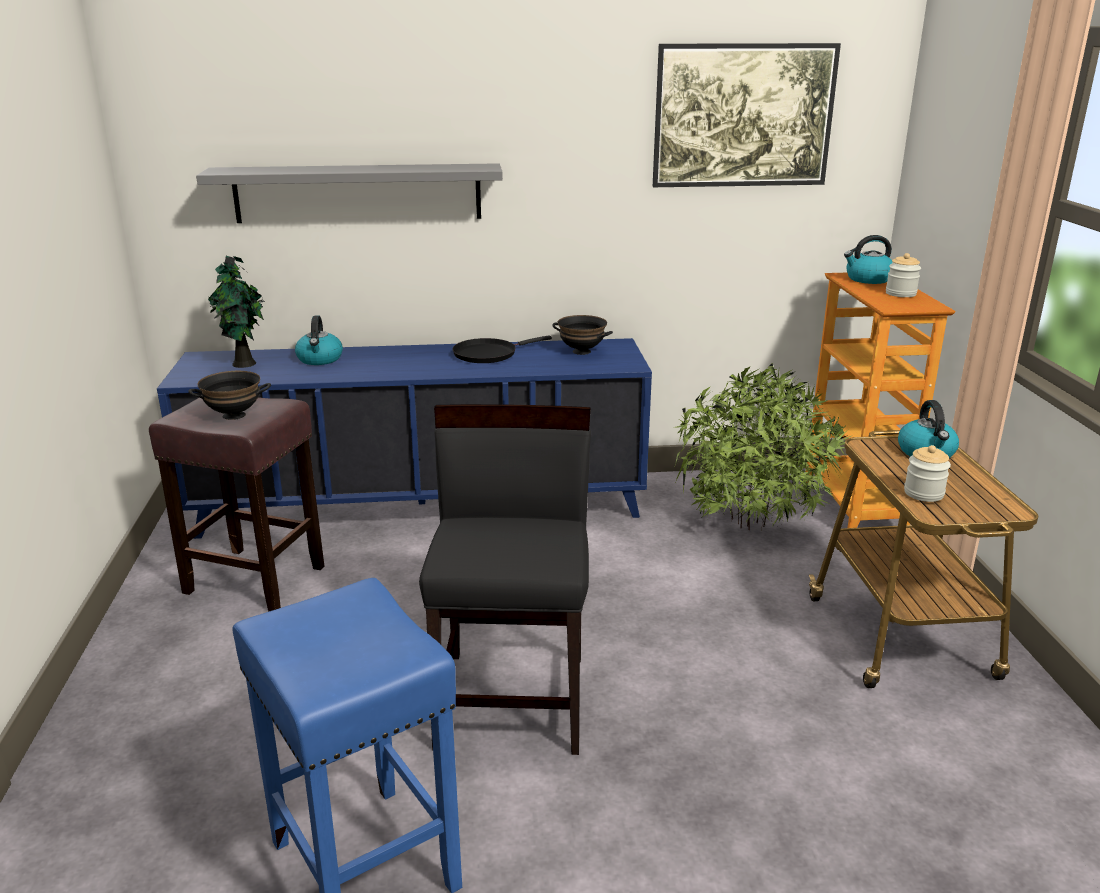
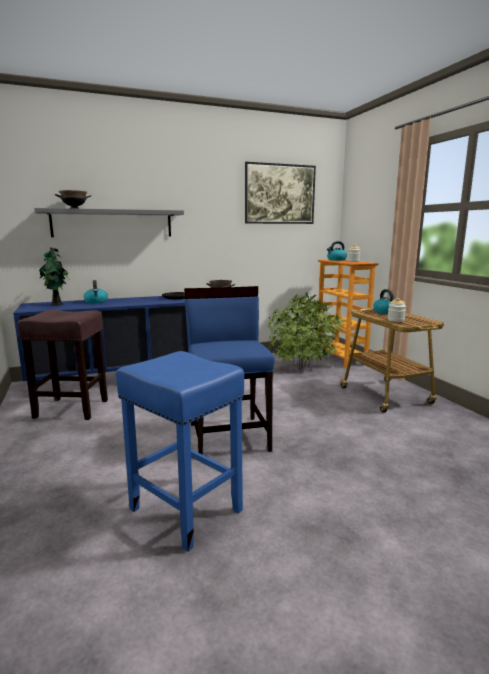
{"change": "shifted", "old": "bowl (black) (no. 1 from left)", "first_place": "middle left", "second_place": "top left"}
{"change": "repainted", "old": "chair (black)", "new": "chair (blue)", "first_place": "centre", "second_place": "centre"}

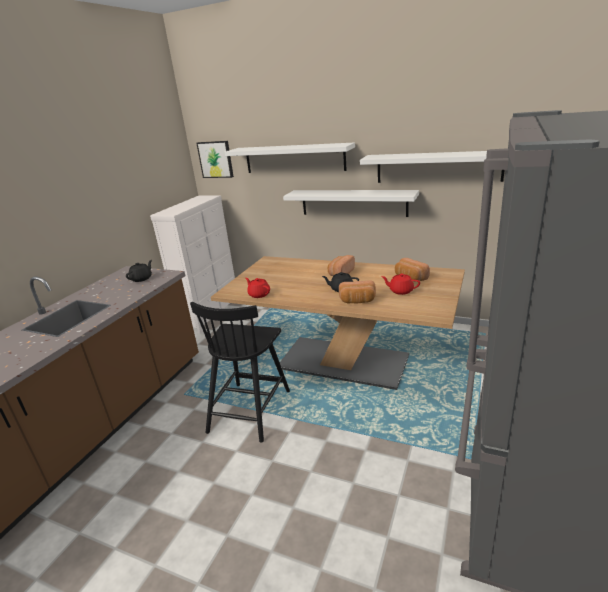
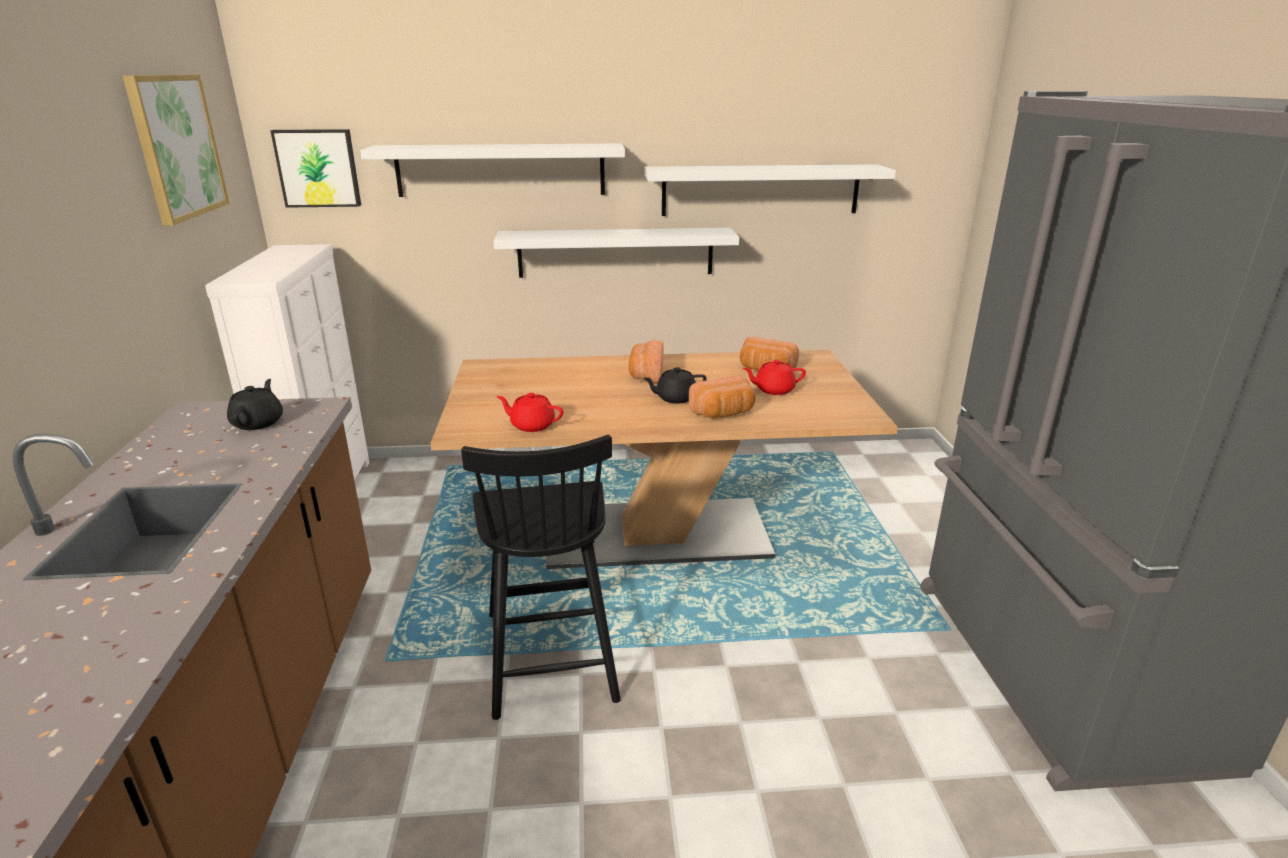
{"change": "new", "new": "picture (no. 1 from left)", "second_place": "top left"}

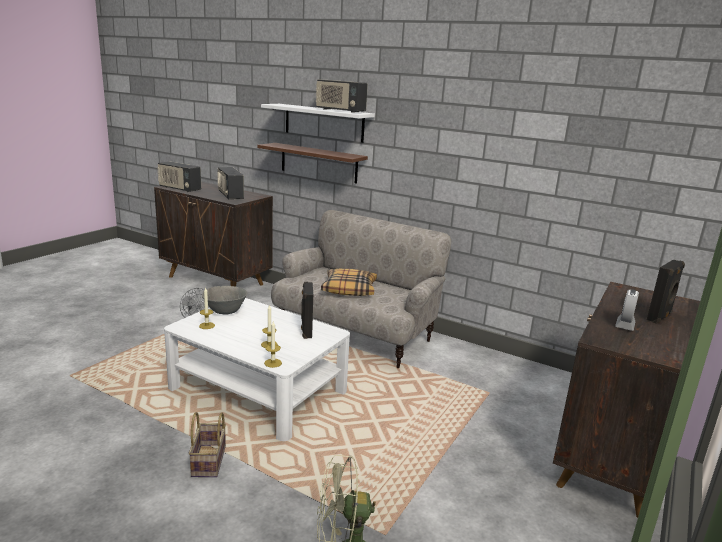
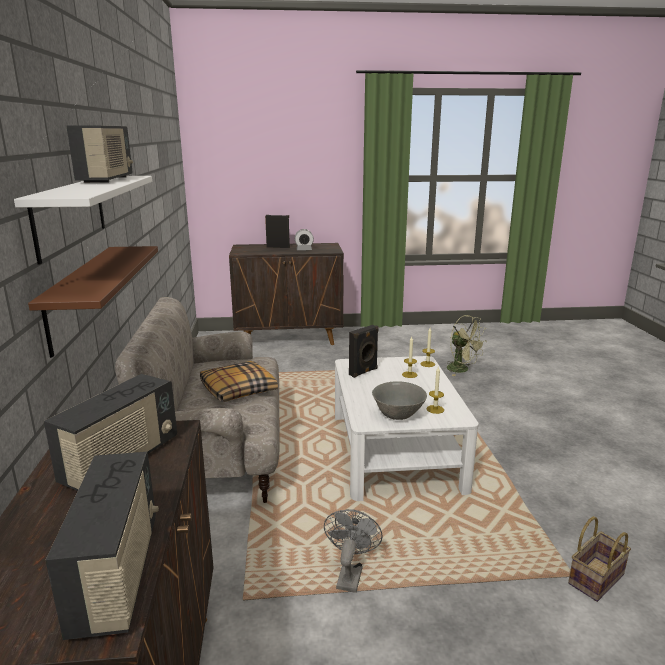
{"change": "shifted", "old": "basket", "first_place": "bottom left", "second_place": "bottom right"}

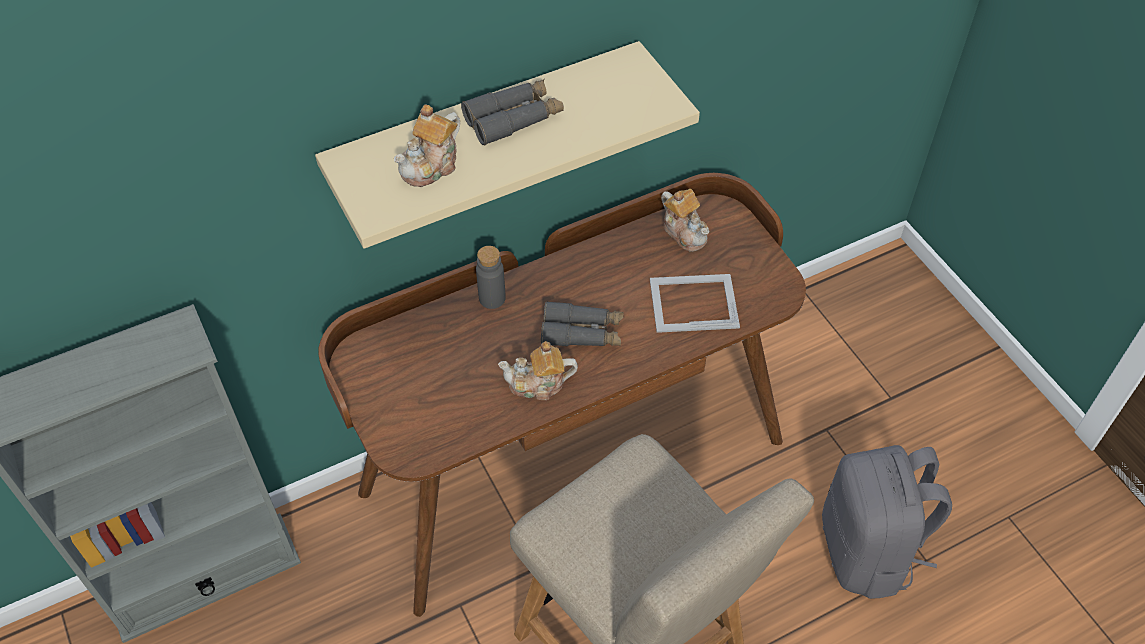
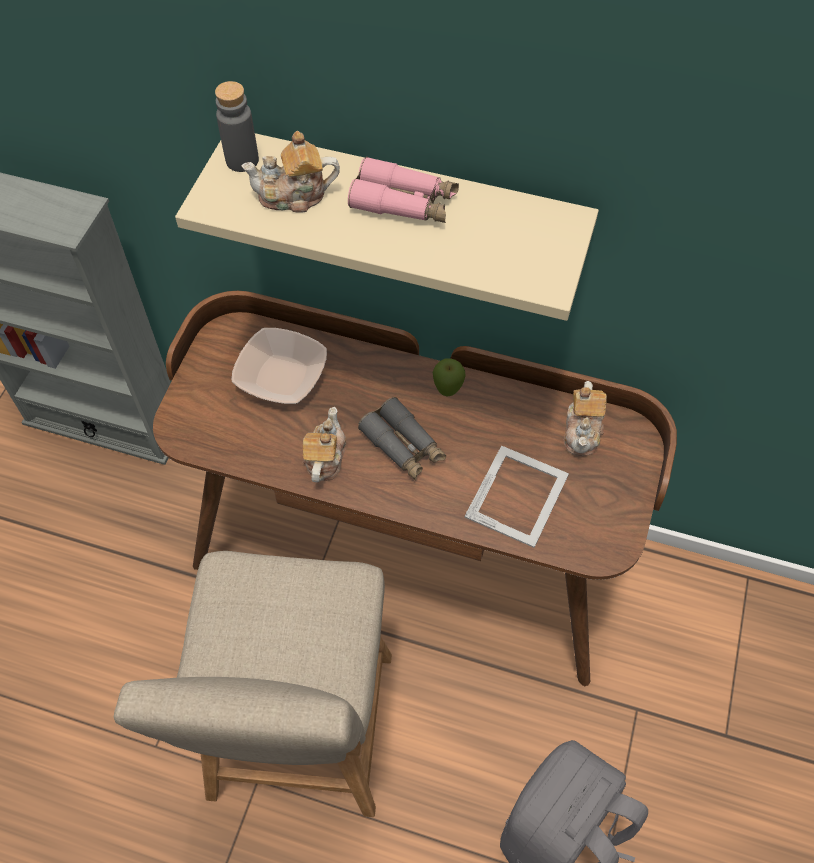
{"change": "repainted", "old": "binoculars (grey) (no. 1 from left)", "new": "binoculars (pink)", "first_place": "top centre", "second_place": "top centre"}
{"change": "shifted", "old": "bottle (grey)", "first_place": "centre", "second_place": "top left"}
{"change": "rotated", "old": "picture frame", "first_place": "centre", "second_place": "centre", "degrees": 75}
{"change": "rotated", "old": "teapot (no. 2 from left)", "first_place": "centre", "second_place": "centre", "degrees": 60}
{"change": "new", "new": "bowl", "second_place": "centre"}
{"change": "new", "new": "apple", "second_place": "centre"}

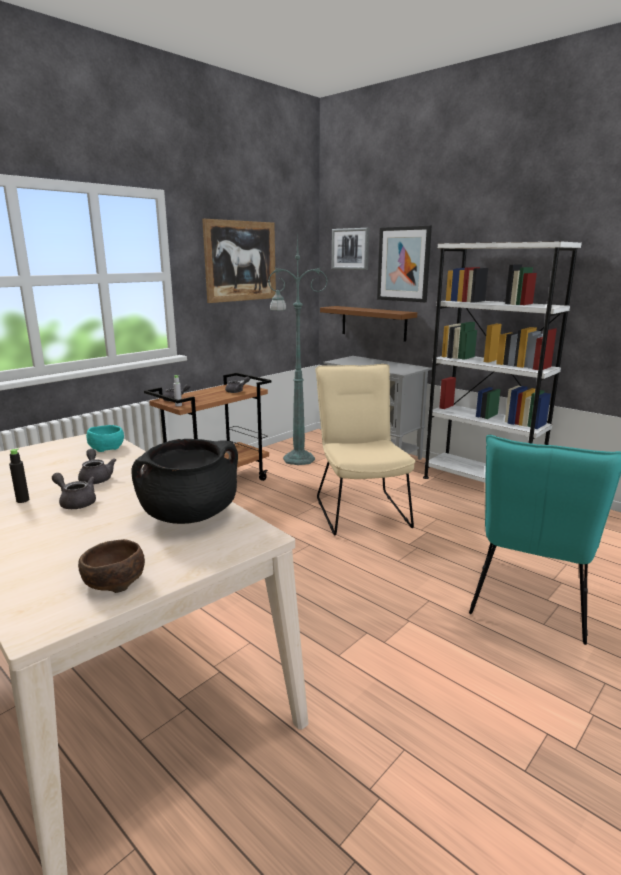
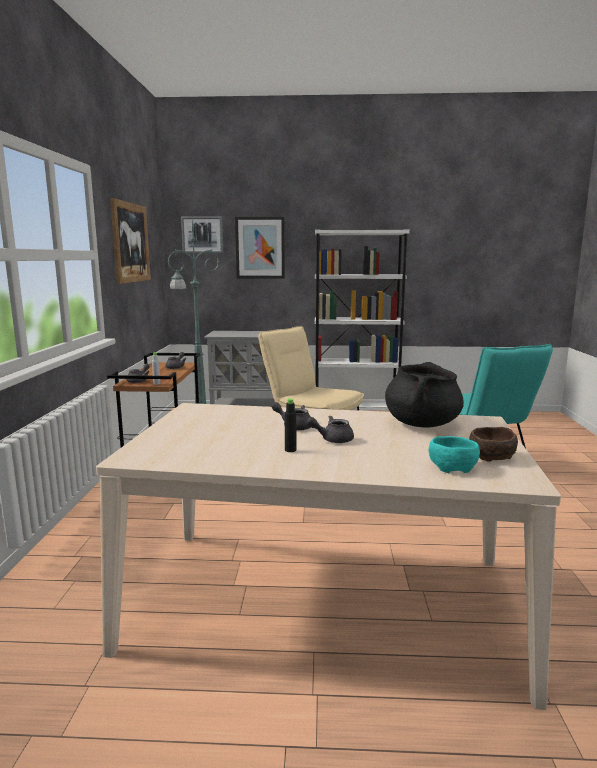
{"change": "gone", "old": "shelf (brown)", "first_place": "centre"}
{"change": "shifted", "old": "bowl (turquoise)", "first_place": "middle left", "second_place": "middle right"}

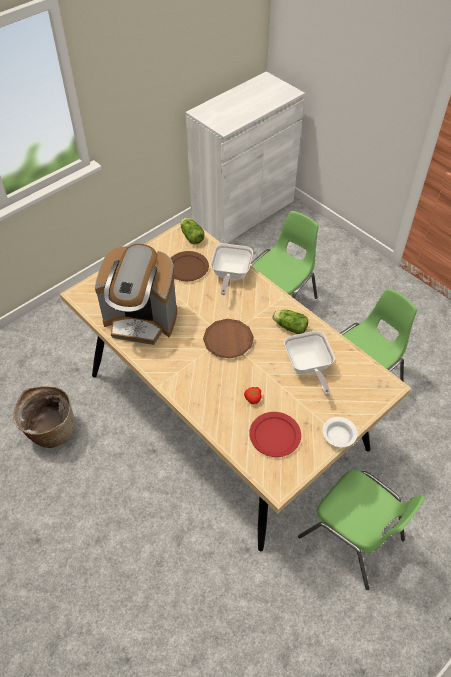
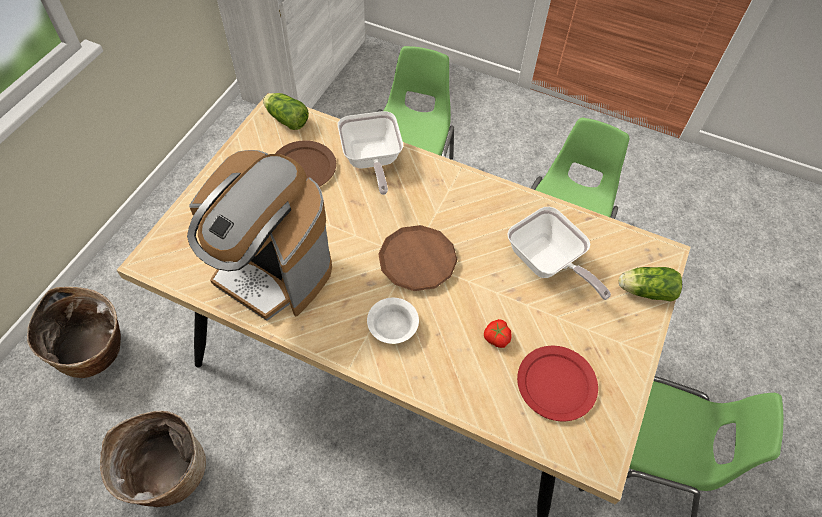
{"change": "rotated", "old": "coffee machine", "first_place": "middle left", "second_place": "middle left", "degrees": 45}
{"change": "shifted", "old": "lettuce (no. 2 from left)", "first_place": "centre", "second_place": "middle right"}
{"change": "shifted", "old": "bowl (white)", "first_place": "middle right", "second_place": "centre"}
{"change": "new", "new": "basket (no. 1 from left)", "second_place": "middle left"}

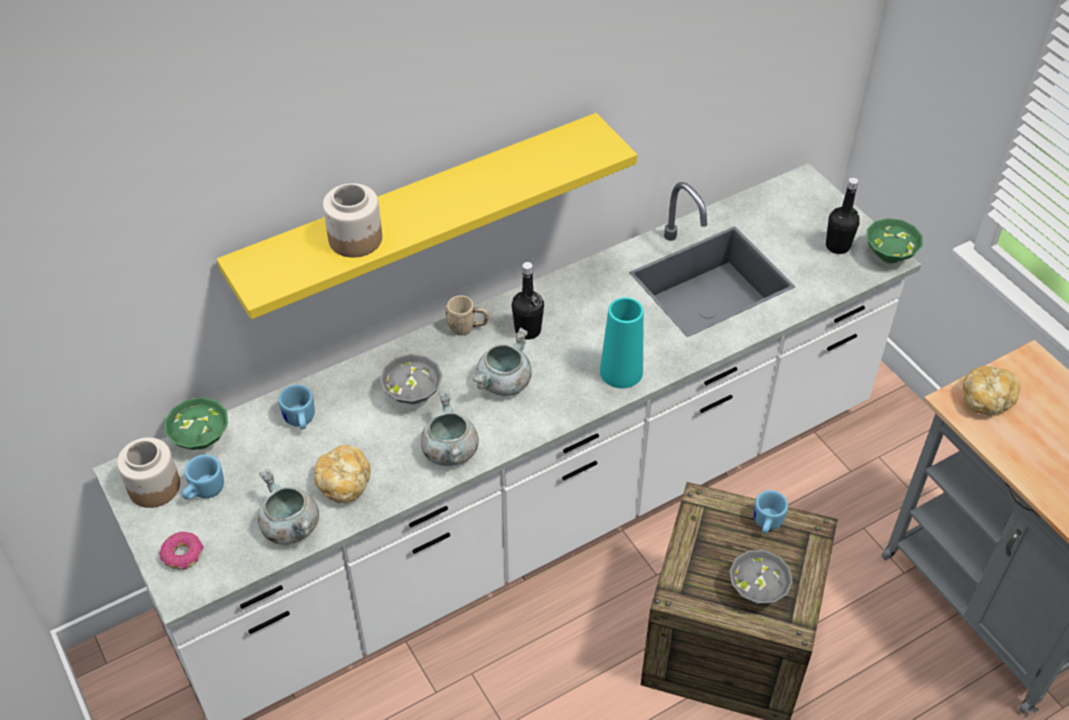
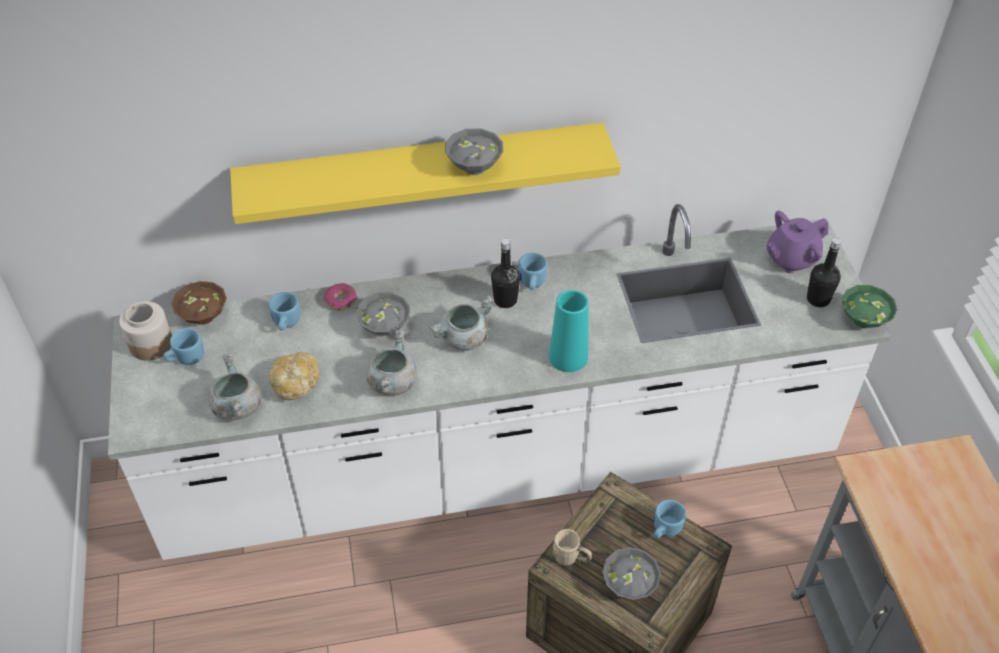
{"change": "gone", "old": "jar (no. 2 from left)", "first_place": "top left"}
{"change": "shifted", "old": "mug (beige)", "first_place": "centre", "second_place": "bottom centre"}
{"change": "gone", "old": "bread (no. 2 from left)", "first_place": "middle right"}
{"change": "repainted", "old": "bowl (green) (no. 1 from left)", "new": "bowl (brown)", "first_place": "middle left", "second_place": "middle left"}
{"change": "shifted", "old": "donut", "first_place": "bottom left", "second_place": "centre"}
{"change": "new", "new": "bowl (grey) (no. 2 from left)", "second_place": "top centre"}
{"change": "new", "new": "teapot (purple)", "second_place": "middle right"}
{"change": "new", "new": "mug (blue) (no. 3 from left)", "second_place": "centre"}

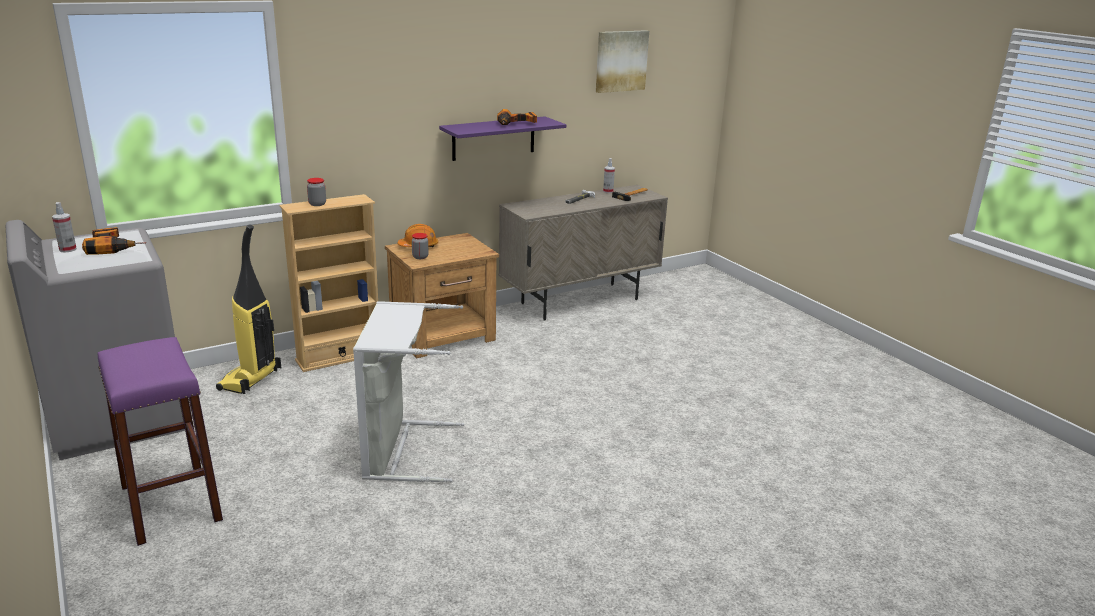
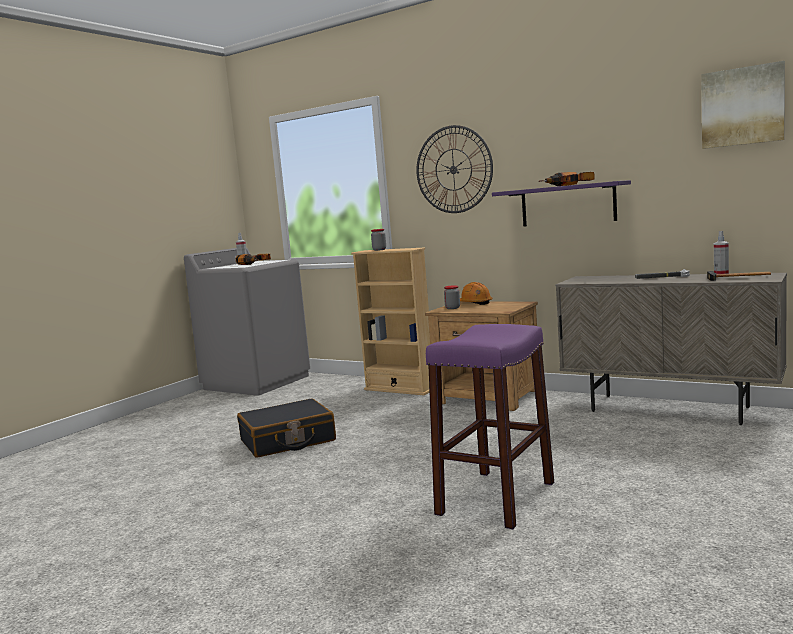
{"change": "gone", "old": "vacuum cleaner", "first_place": "middle left"}
{"change": "swapped", "old": "laundry basket (grey)", "new": "suitcase (black)", "first_place": "centre", "second_place": "bottom centre"}
{"change": "shifted", "old": "stool (purple)", "first_place": "bottom left", "second_place": "bottom centre"}
{"change": "new", "new": "wall clock", "second_place": "top centre"}

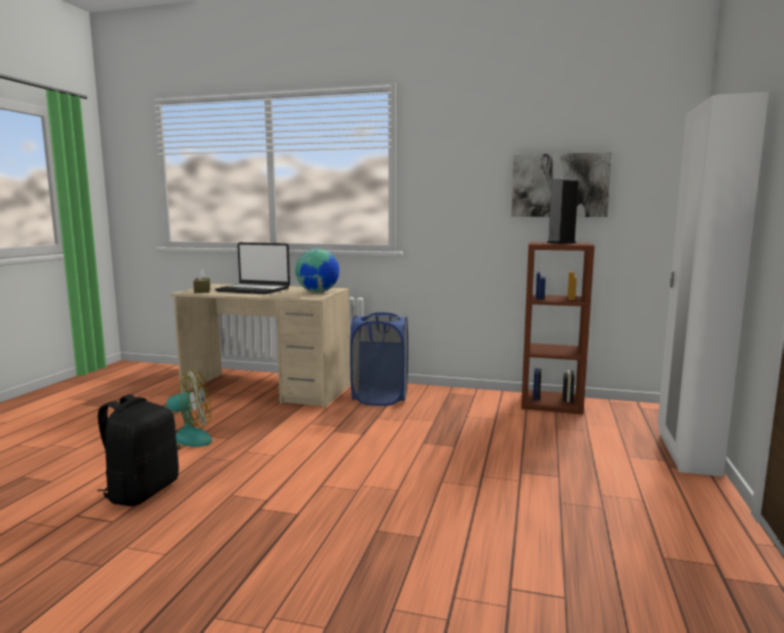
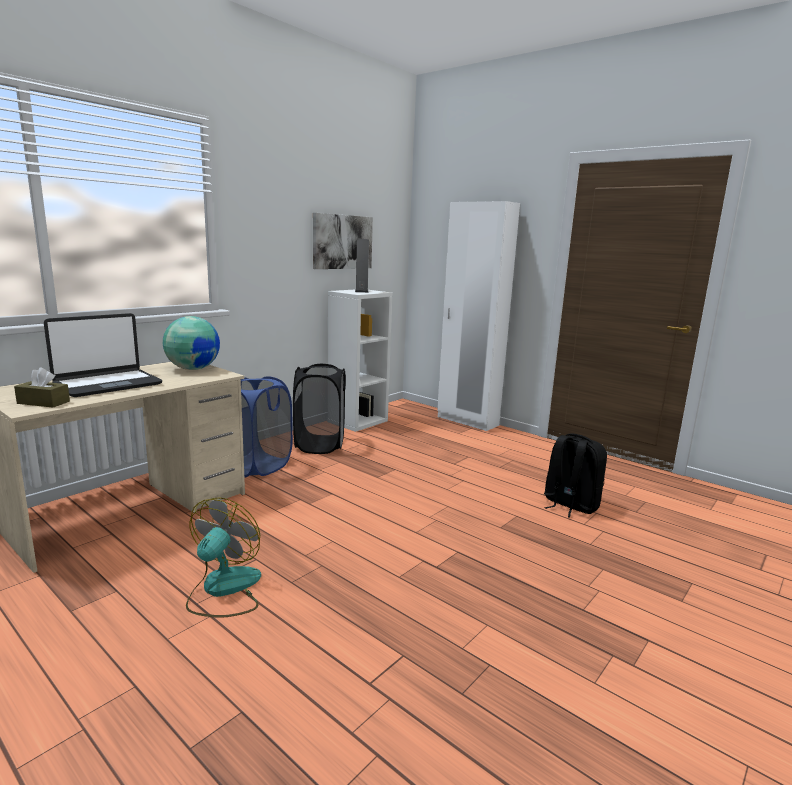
{"change": "repainted", "old": "bookcase (brown)", "new": "bookcase (white)", "first_place": "middle right", "second_place": "centre"}
{"change": "shifted", "old": "backpack (black)", "first_place": "bottom left", "second_place": "middle right"}
{"change": "new", "new": "laundry basket (black)", "second_place": "centre"}

